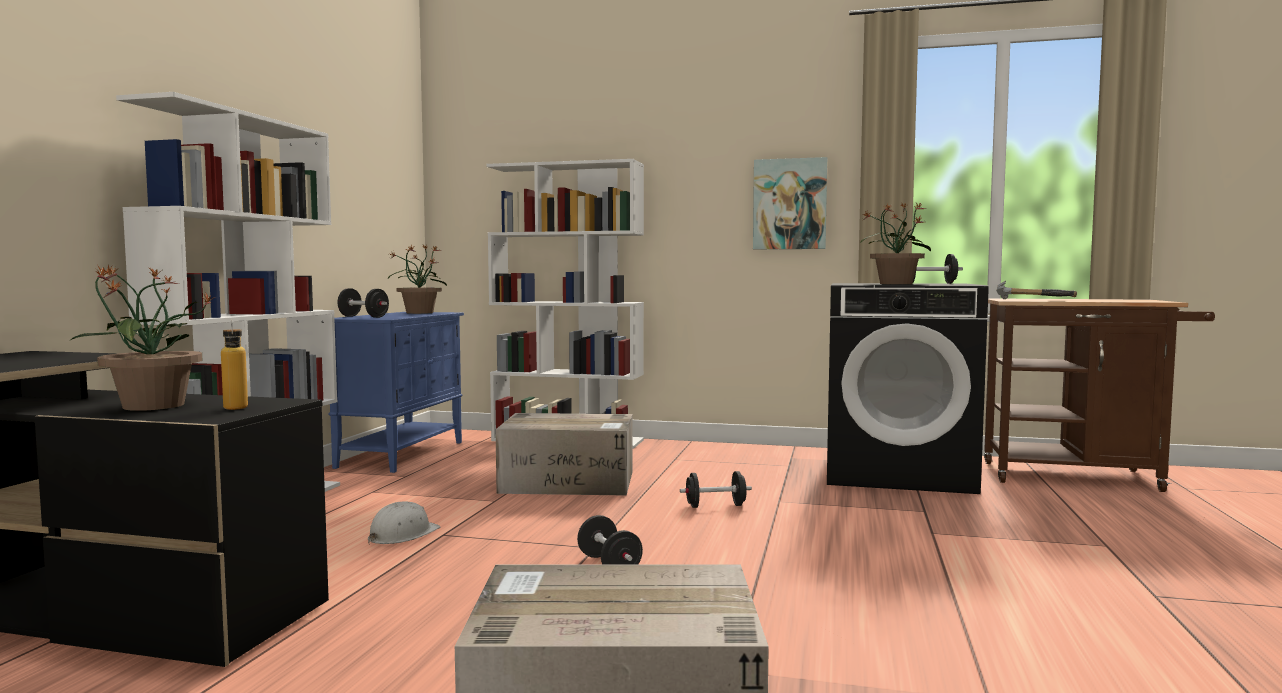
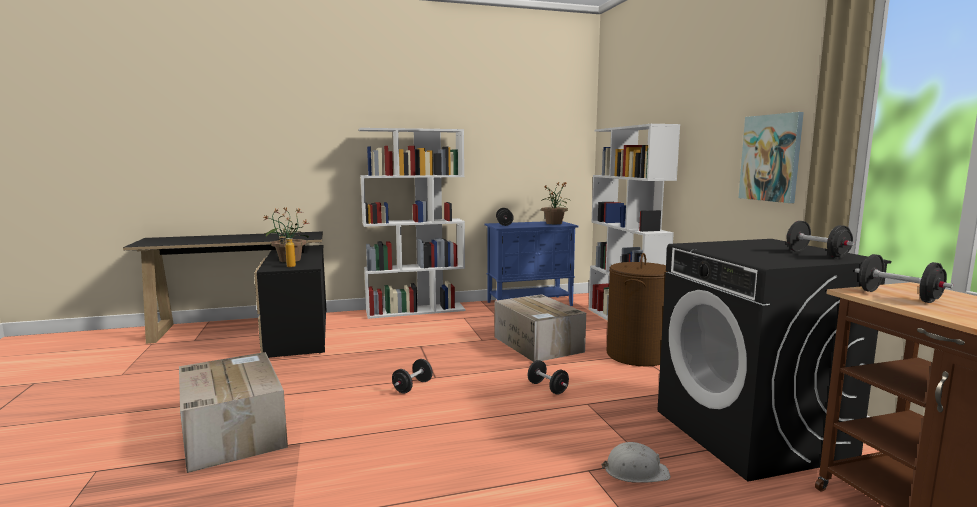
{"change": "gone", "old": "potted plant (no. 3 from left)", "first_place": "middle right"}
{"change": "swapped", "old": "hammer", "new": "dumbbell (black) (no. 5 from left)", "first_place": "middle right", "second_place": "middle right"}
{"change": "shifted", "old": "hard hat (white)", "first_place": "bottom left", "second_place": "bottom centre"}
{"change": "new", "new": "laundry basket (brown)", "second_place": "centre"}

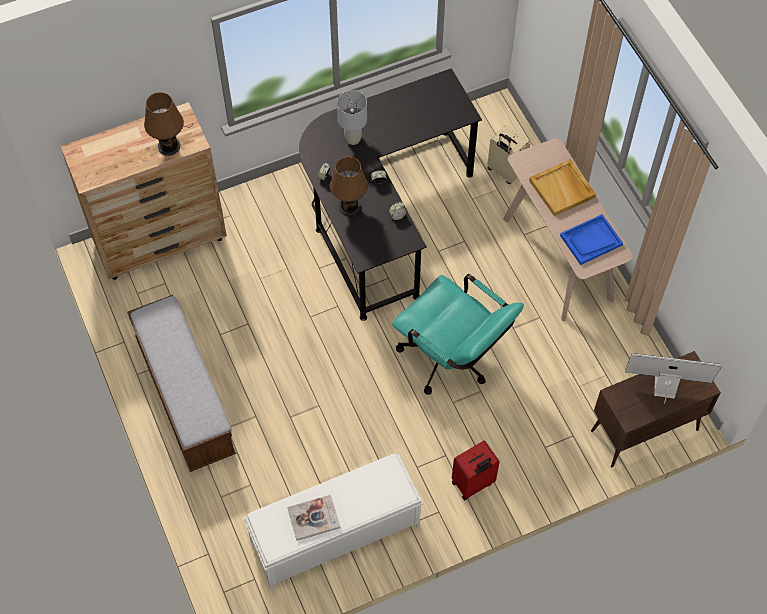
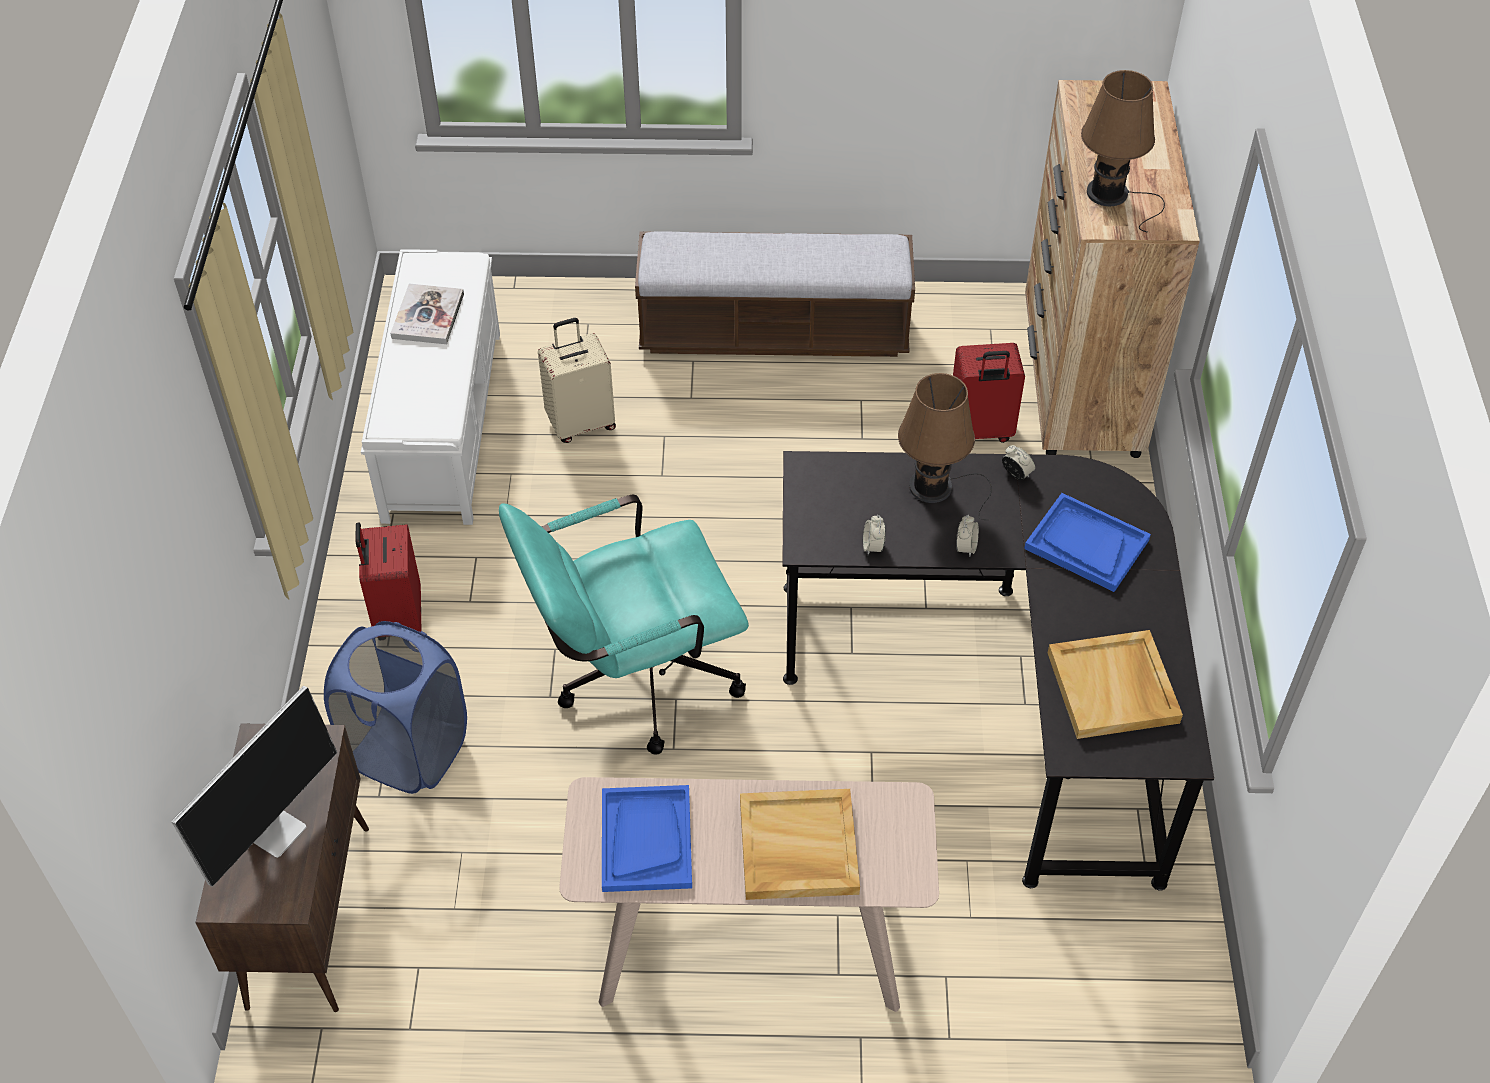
{"change": "swapped", "old": "table lamp (grey)", "new": "tray (blue) (no. 2 from left)", "first_place": "top centre", "second_place": "middle right"}
{"change": "shifted", "old": "suitcase (beige)", "first_place": "top centre", "second_place": "centre"}
{"change": "new", "new": "suitcase (red) (no. 2 from left)", "second_place": "centre"}
{"change": "new", "new": "laundry basket (blue)", "second_place": "middle left"}
{"change": "new", "new": "tray (beige) (no. 2 from left)", "second_place": "middle right"}

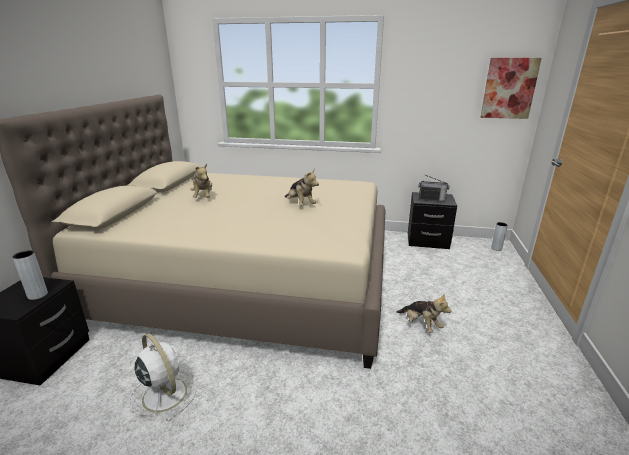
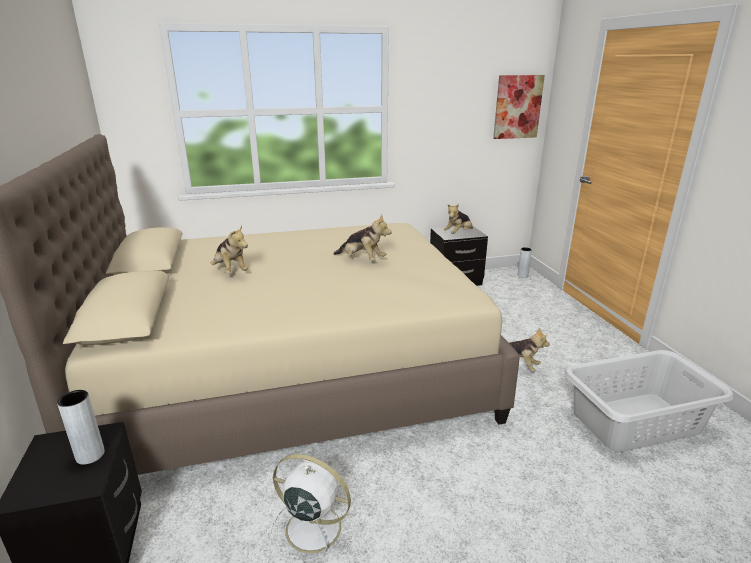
{"change": "swapped", "old": "radio", "new": "plush toy (no. 3 from left)", "first_place": "middle right", "second_place": "centre"}
{"change": "new", "new": "laundry basket (grey)", "second_place": "bottom right"}

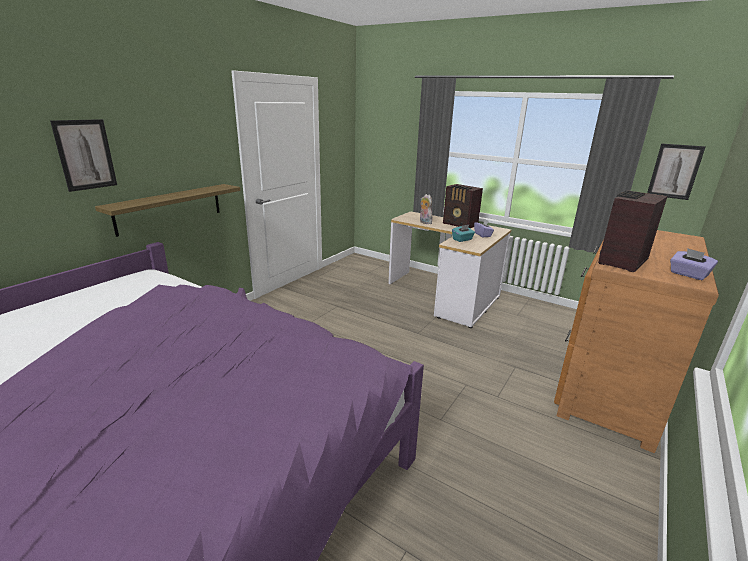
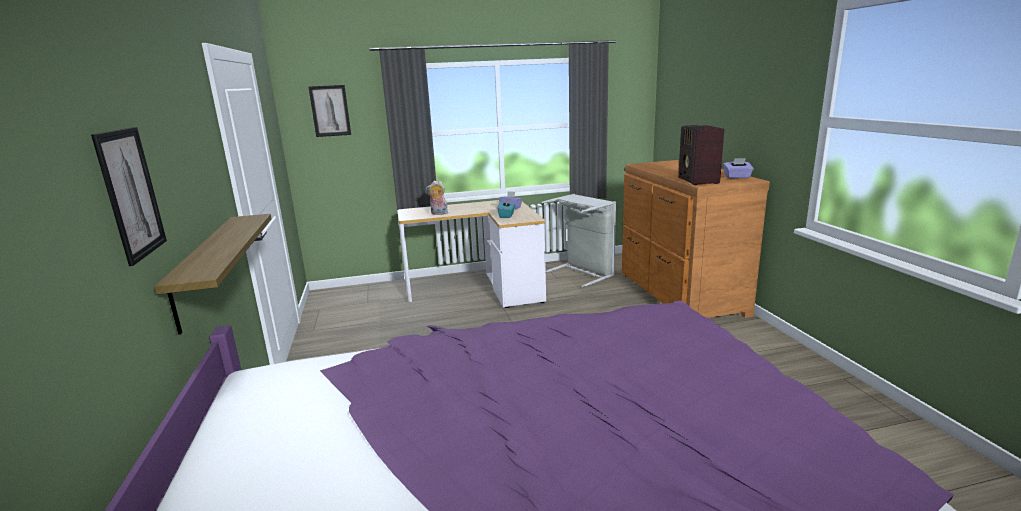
{"change": "shifted", "old": "picture (no. 2 from left)", "first_place": "top right", "second_place": "top left"}
{"change": "gone", "old": "radio (no. 1 from left)", "first_place": "centre"}
{"change": "new", "new": "laundry basket (grey)", "second_place": "centre"}

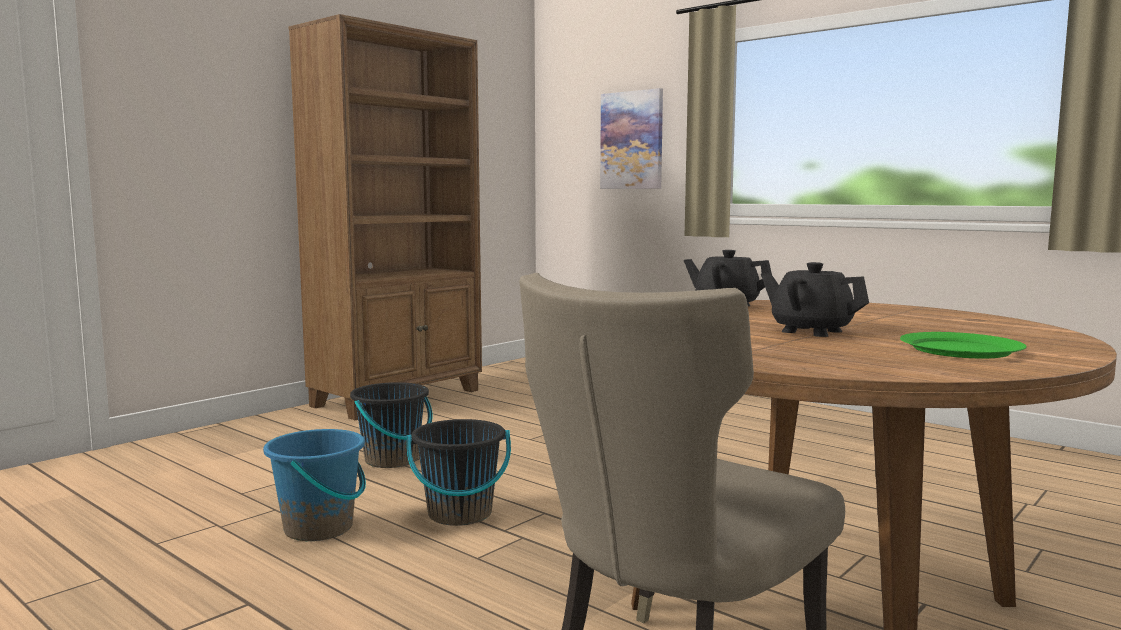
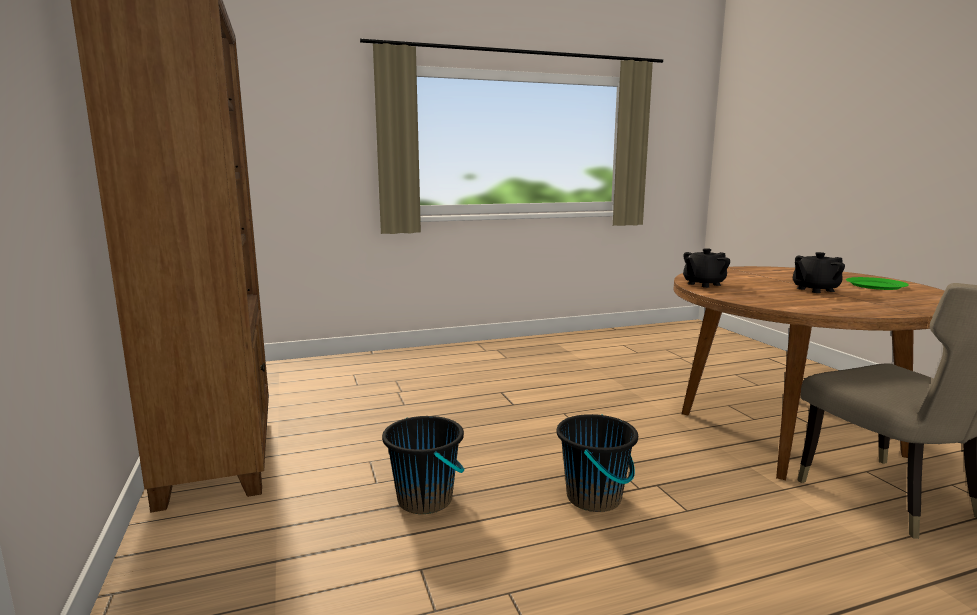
{"change": "gone", "old": "picture", "first_place": "top centre"}
{"change": "gone", "old": "bucket (blue)", "first_place": "bottom left"}

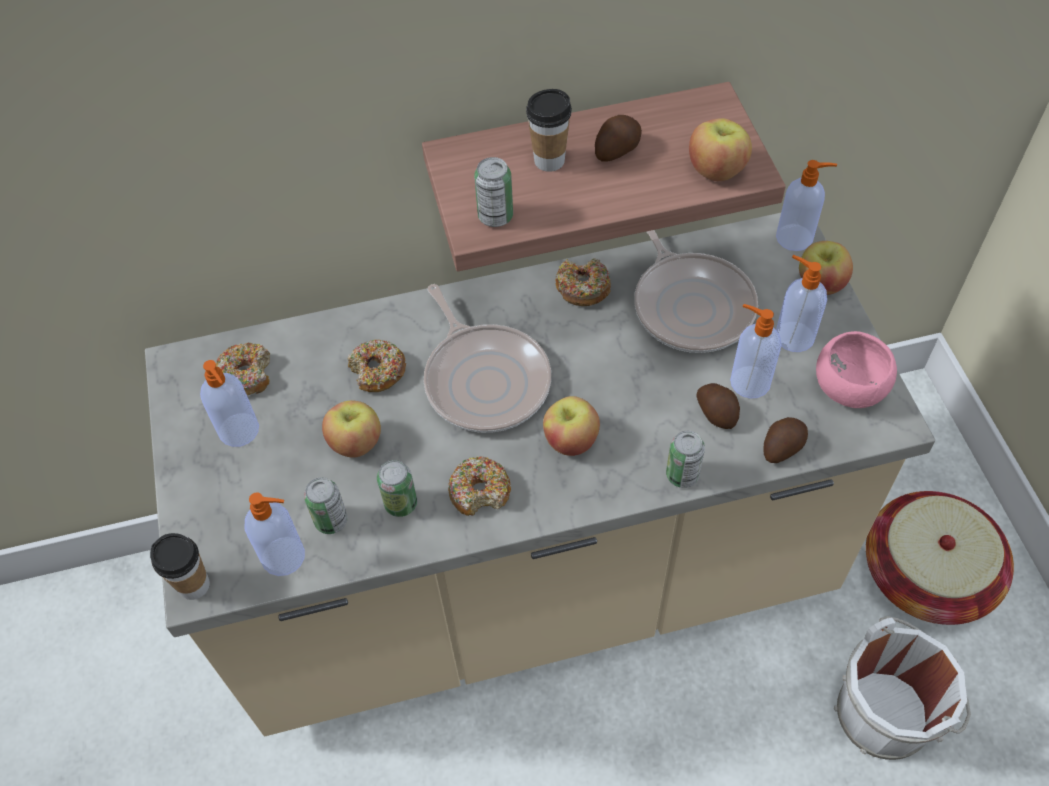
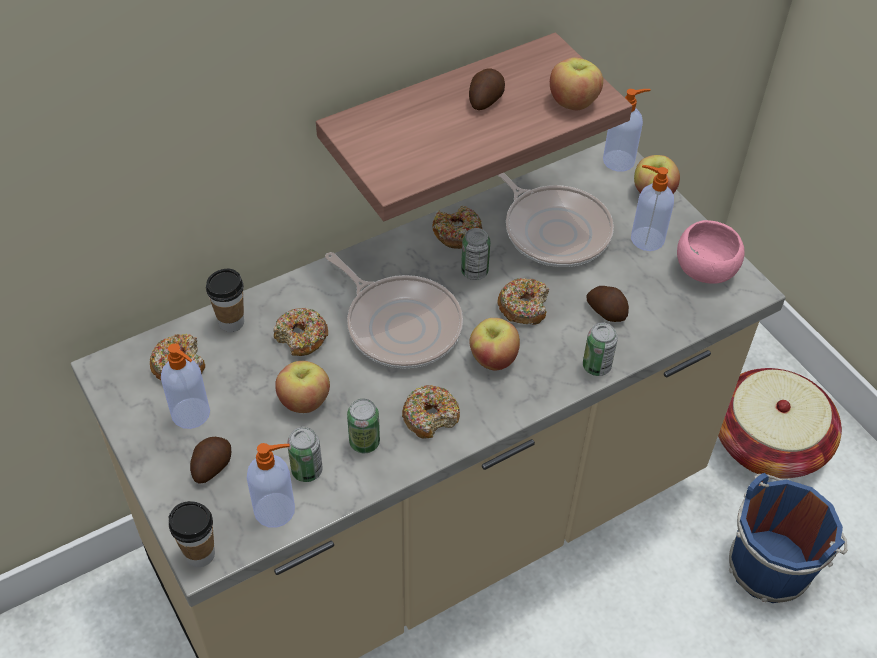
{"change": "shifted", "old": "cup (no. 2 from left)", "first_place": "top centre", "second_place": "middle left"}
{"change": "shifted", "old": "can (no. 3 from left)", "first_place": "top centre", "second_place": "centre"}
{"change": "gone", "old": "soap dispenser (no. 3 from left)", "first_place": "middle right"}
{"change": "shifted", "old": "potato (no. 3 from left in the first image)", "new": "potato (no. 1 from left)", "first_place": "middle right", "second_place": "bottom left"}
{"change": "repainted", "old": "bucket (white)", "new": "bucket (blue)", "first_place": "bottom right", "second_place": "bottom right"}
{"change": "new", "new": "donut (no. 5 from left)", "second_place": "centre"}

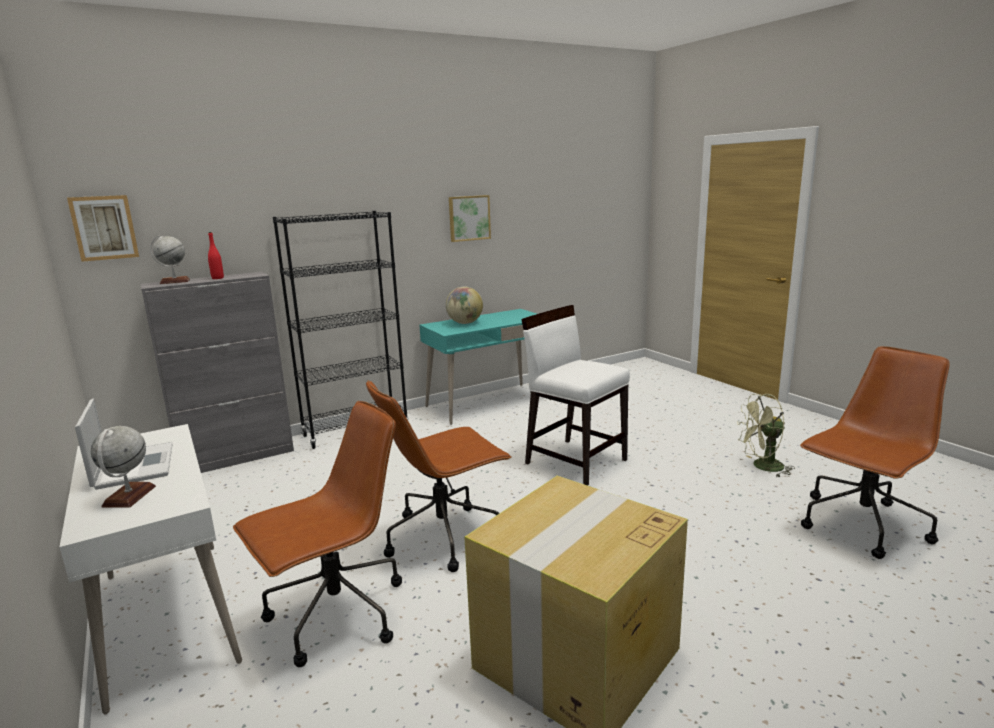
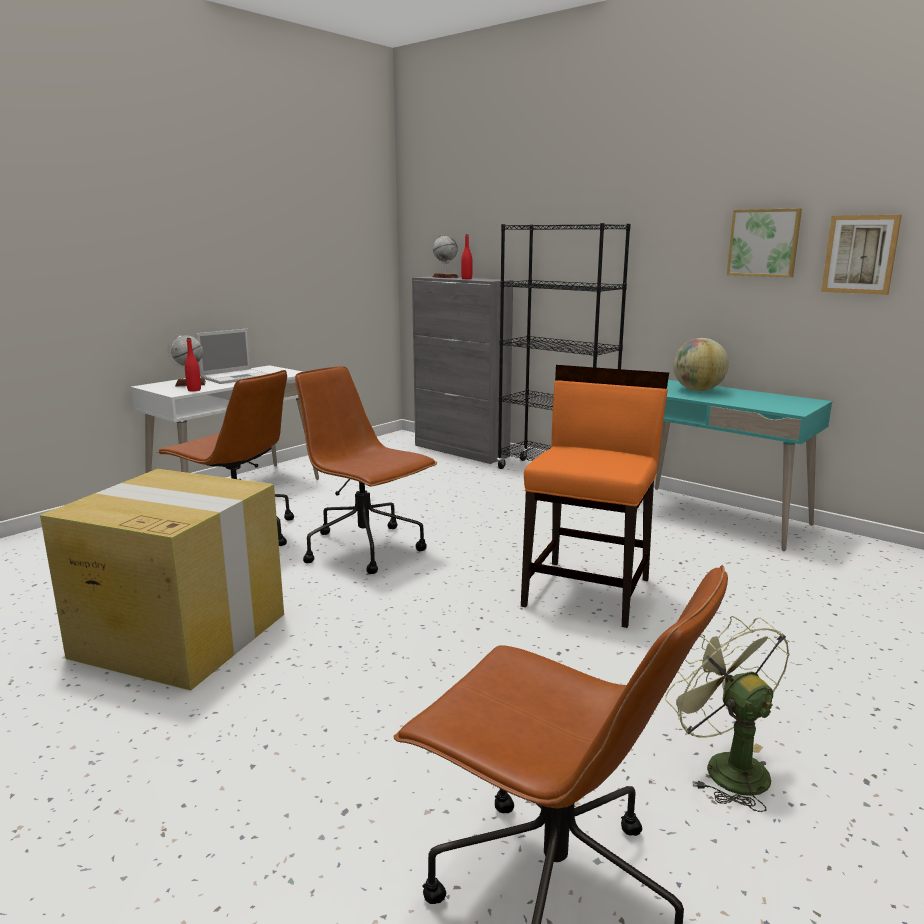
{"change": "shifted", "old": "picture (no. 1 from left in the first image)", "new": "picture (no. 2 from left)", "first_place": "top left", "second_place": "top right"}
{"change": "repainted", "old": "chair (white)", "new": "chair (orange)", "first_place": "centre", "second_place": "centre"}
{"change": "new", "new": "bottle (red) (no. 1 from left)", "second_place": "middle left"}

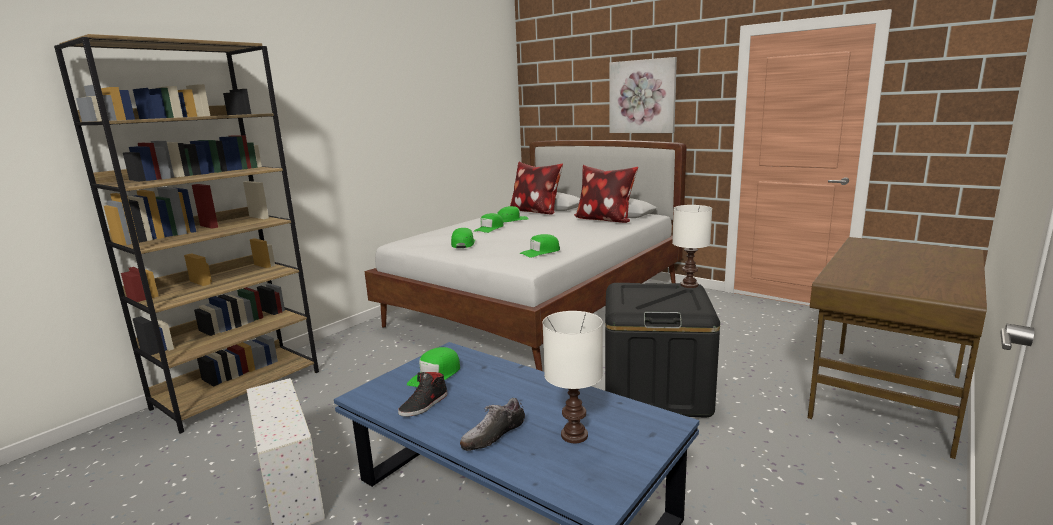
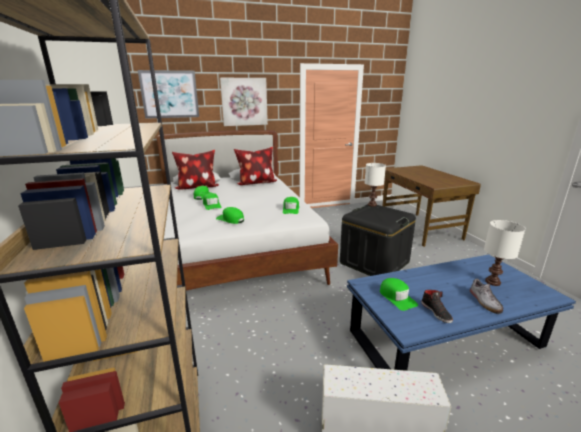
{"change": "new", "new": "picture (no. 1 from left)", "second_place": "top left"}

